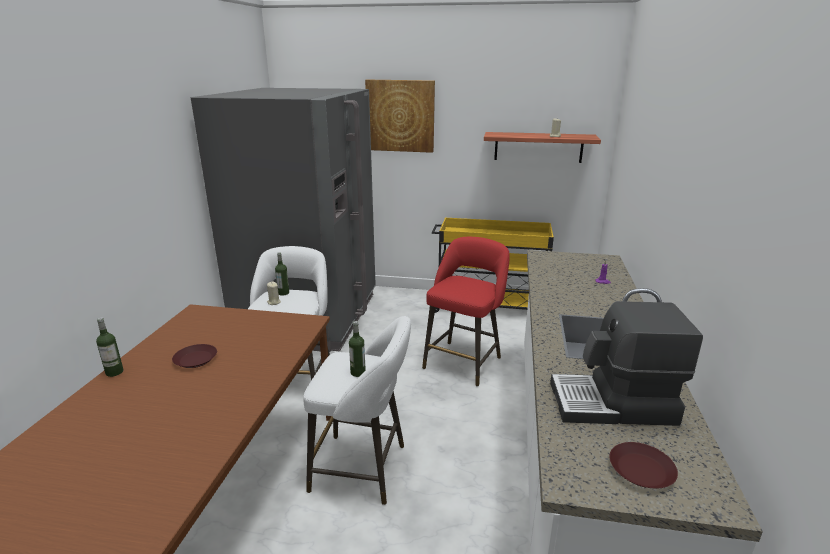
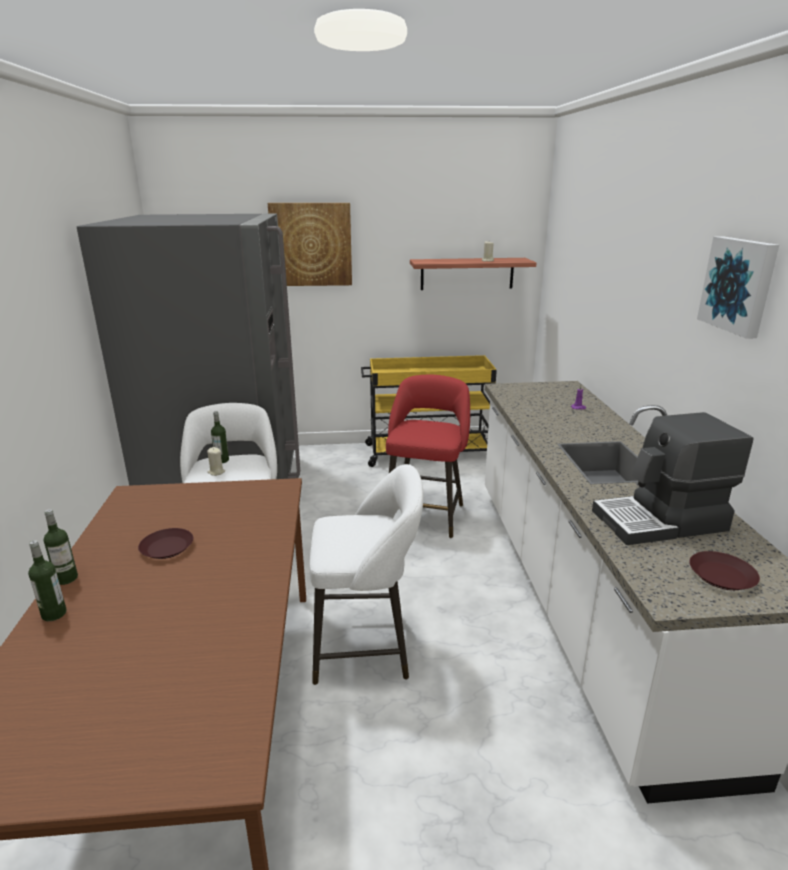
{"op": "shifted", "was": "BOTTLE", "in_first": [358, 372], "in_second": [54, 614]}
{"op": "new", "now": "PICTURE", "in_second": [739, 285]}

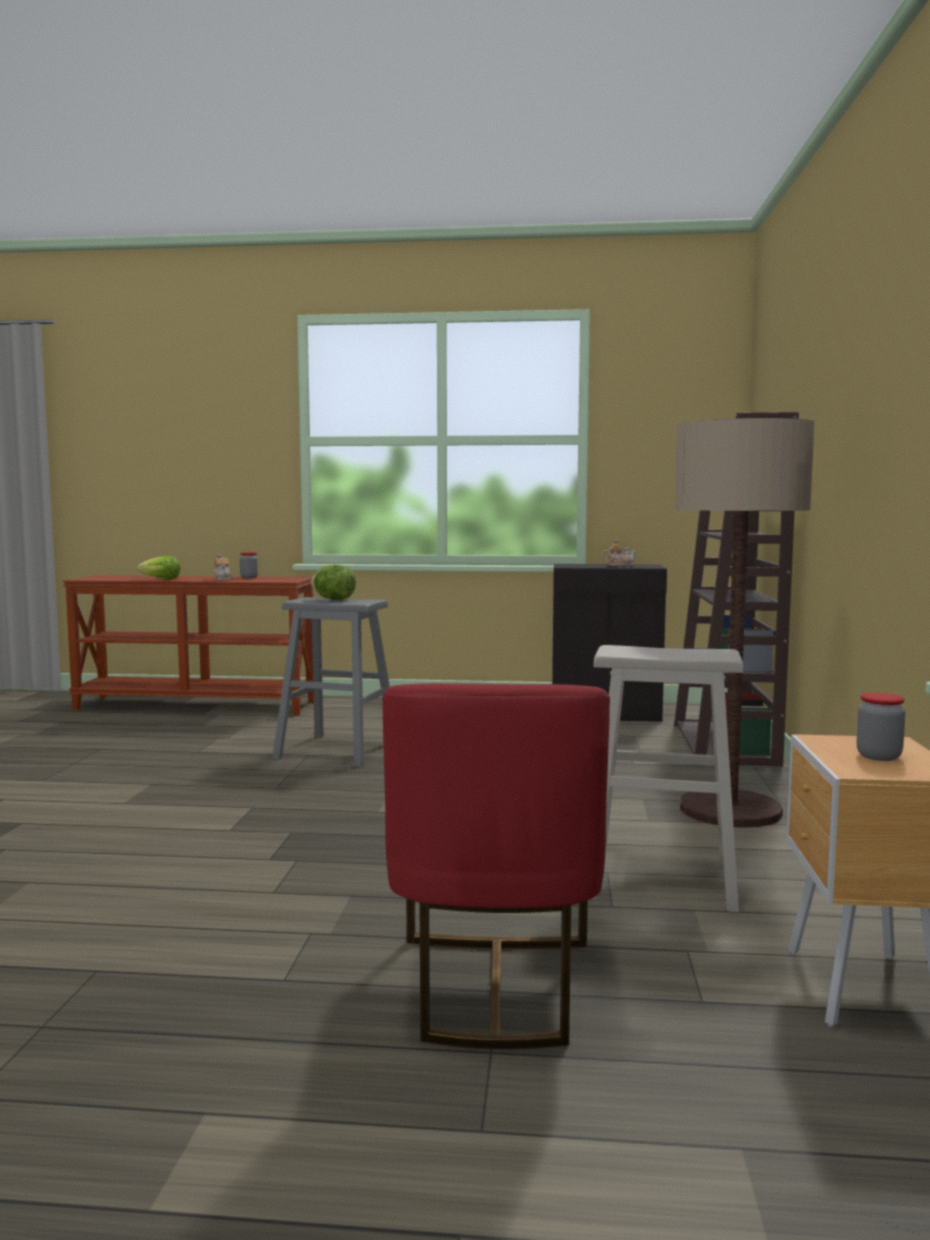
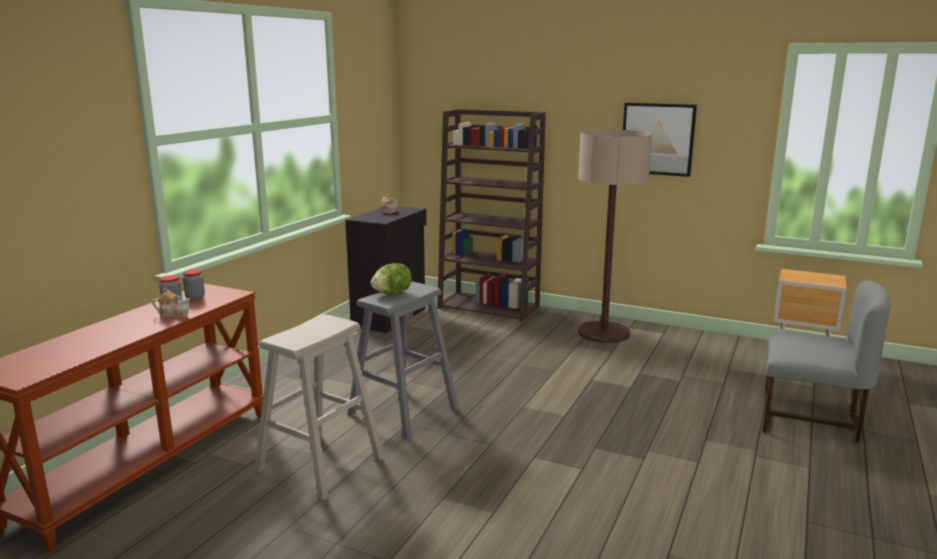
{"op": "gone", "was": "LETTUCE", "in_first": [160, 579]}
{"op": "shifted", "was": "BEIGE STOOL", "in_first": [662, 874], "in_second": [320, 464]}
{"op": "repainted", "was": "RED CHAIR", "now": "GREY CHAIR", "in_first": [494, 988], "in_second": [809, 421]}
{"op": "shifted", "was": "JAR", "in_first": [879, 756], "in_second": [195, 297]}
{"op": "new", "now": "PICTURE", "in_second": [657, 139]}

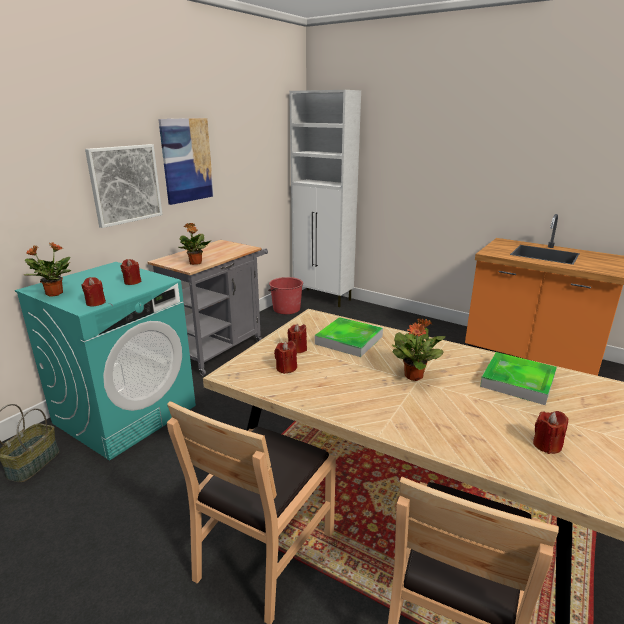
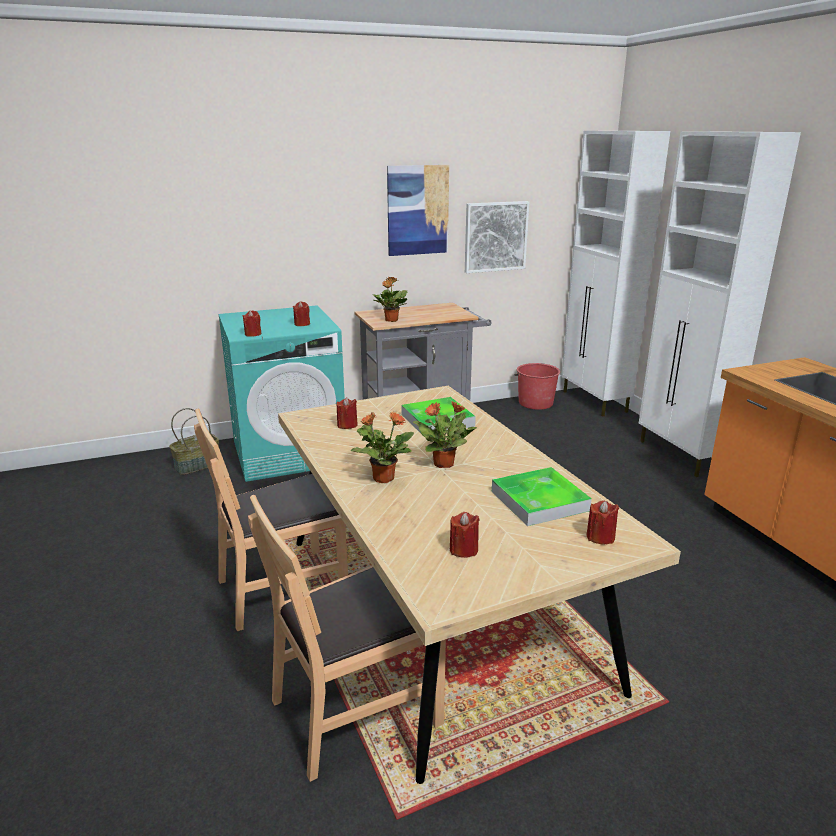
{"op": "shifted", "was": "PICTURE", "in_first": [125, 184], "in_second": [495, 236]}
{"op": "shifted", "was": "POTTED PLANT", "in_first": [54, 294], "in_second": [382, 478]}
{"op": "shifted", "was": "RED CANDLE", "in_first": [297, 349], "in_second": [600, 537]}
{"op": "new", "now": "WHITE CABINET", "in_second": [681, 456]}

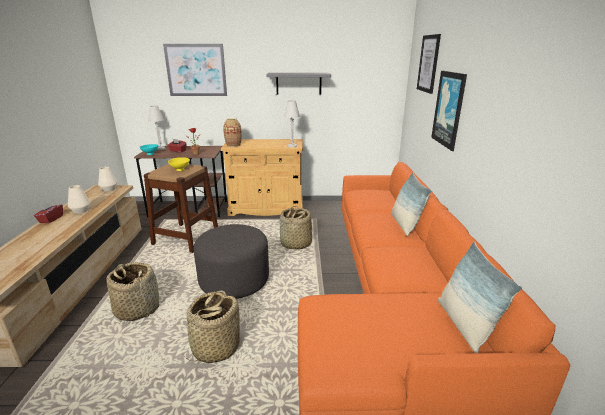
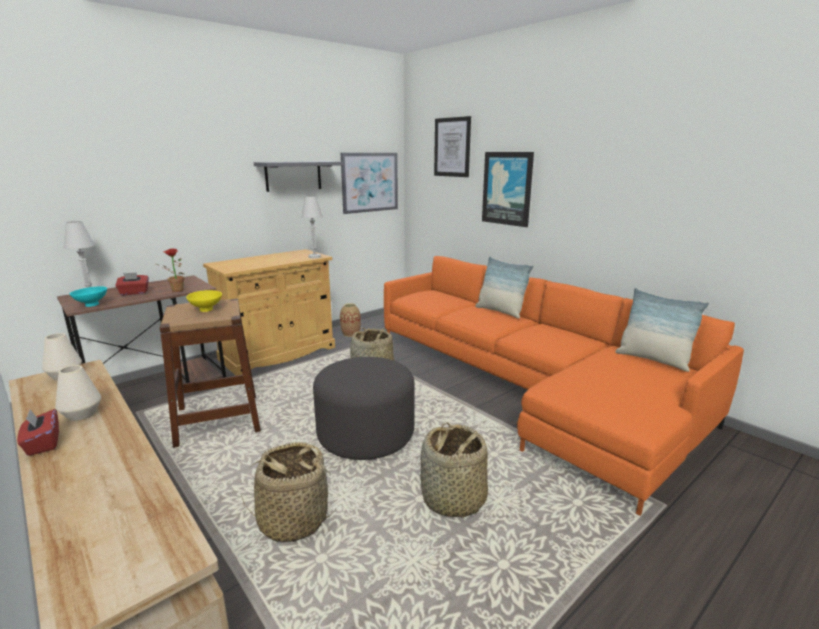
{"op": "shifted", "was": "PICTURE", "in_first": [196, 70], "in_second": [370, 182]}
{"op": "shifted", "was": "VASE", "in_first": [233, 145], "in_second": [350, 334]}

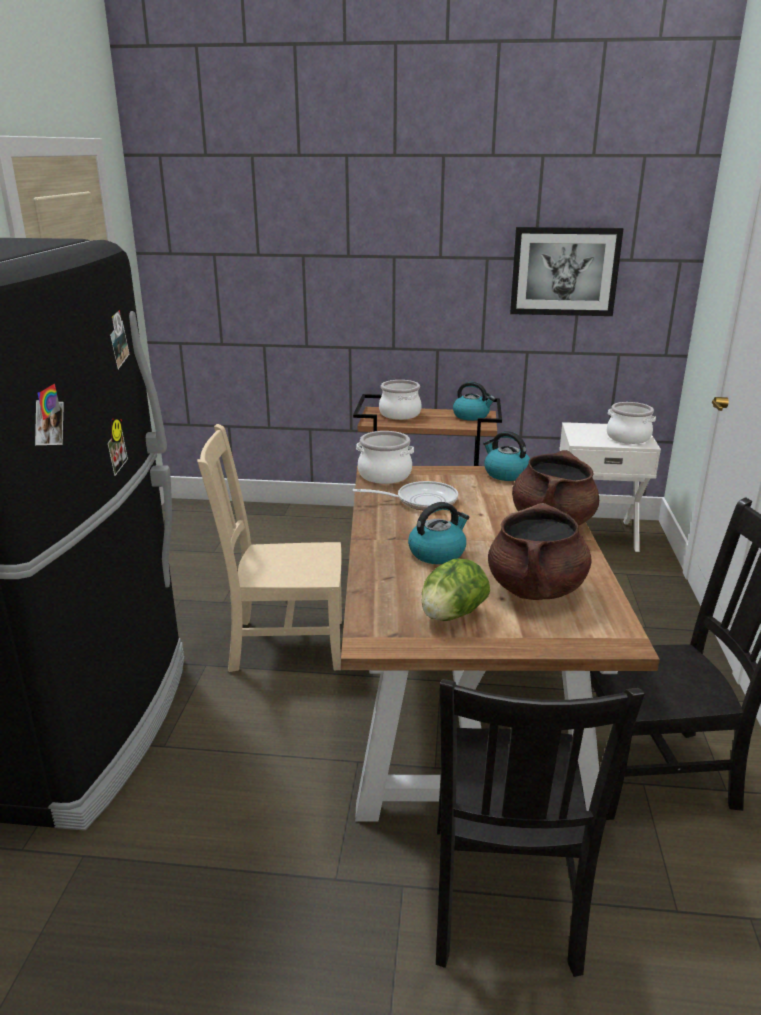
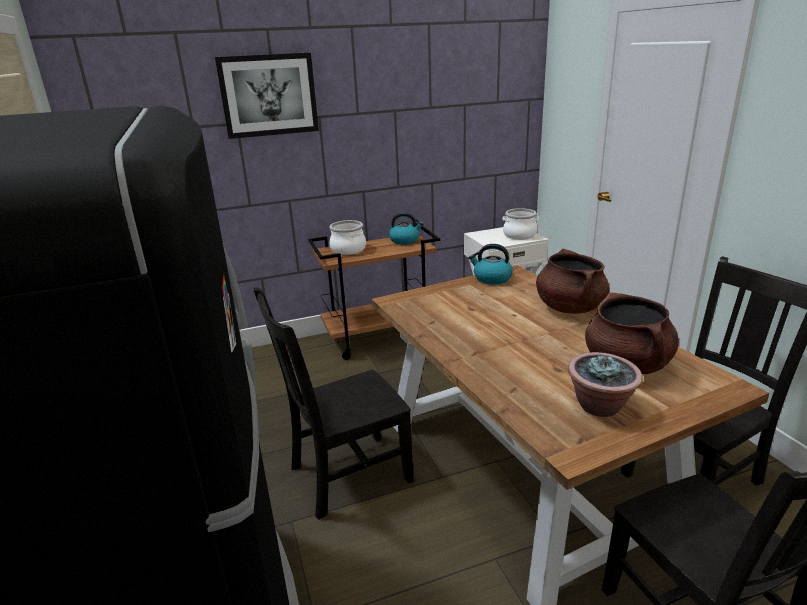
{"op": "shifted", "was": "PICTURE", "in_first": [564, 271], "in_second": [269, 95]}
{"op": "repainted", "was": "BEIGE CHAIR", "now": "BLACK CHAIR", "in_first": [283, 644], "in_second": [346, 475]}
{"op": "gone", "was": "COOKING POT", "in_first": [385, 475]}
{"op": "gone", "was": "FRYING PAN", "in_first": [421, 501]}
{"op": "gone", "was": "KETTLE", "in_first": [437, 553]}
{"op": "swapped", "was": "LETTUCE", "now": "POTTED PLANT", "in_first": [452, 615], "in_second": [600, 406]}

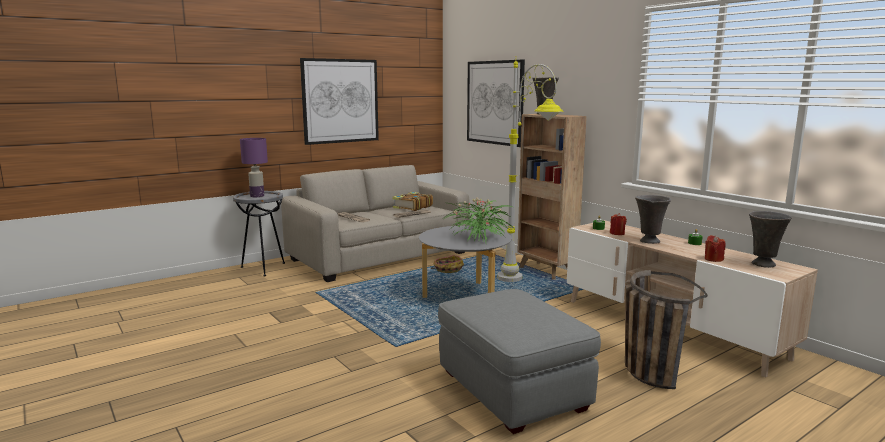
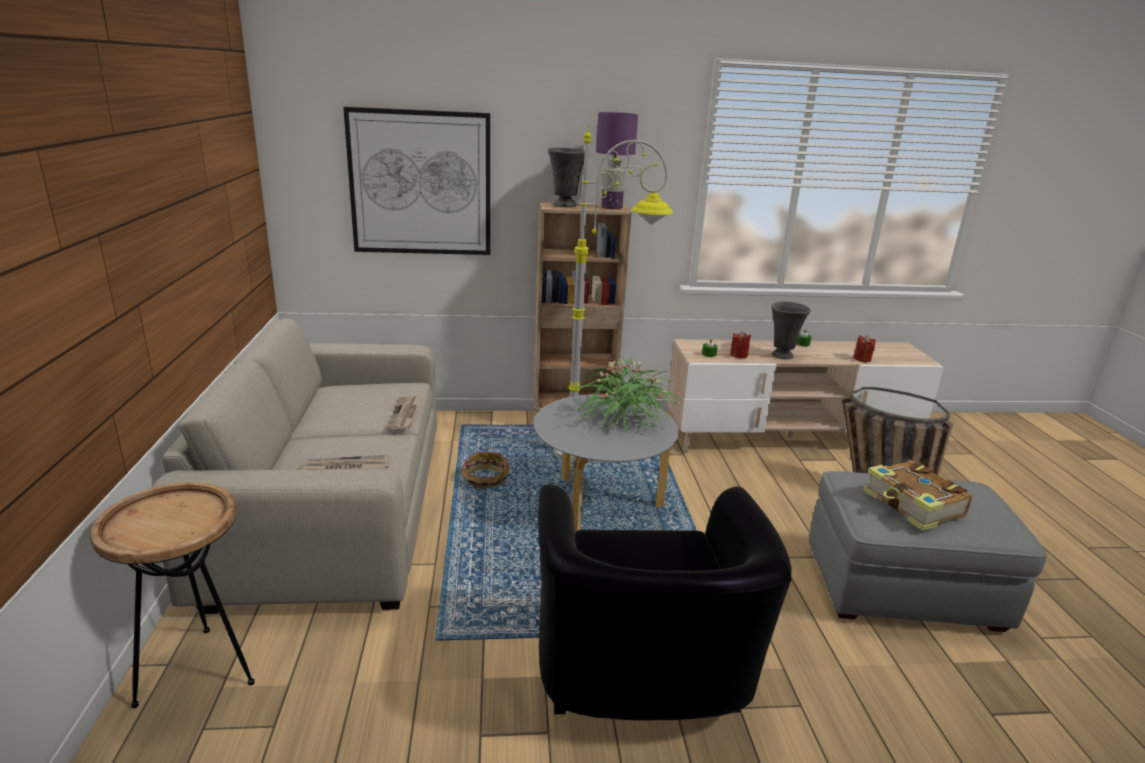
{"op": "gone", "was": "PICTURE", "in_first": [340, 101]}
{"op": "shifted", "was": "PURPLE TABLE LAMP", "in_first": [257, 196], "in_second": [611, 207]}
{"op": "repainted", "was": "GREY SIDE TABLE", "now": "BROWN SIDE TABLE", "in_first": [263, 268], "in_second": [198, 671]}
{"op": "shifted", "was": "BOOK", "in_first": [412, 207], "in_second": [913, 506]}
{"op": "gone", "was": "GREY VASE", "in_first": [763, 265]}
{"op": "new", "now": "BLACK ARMCHAIR", "in_second": [641, 682]}

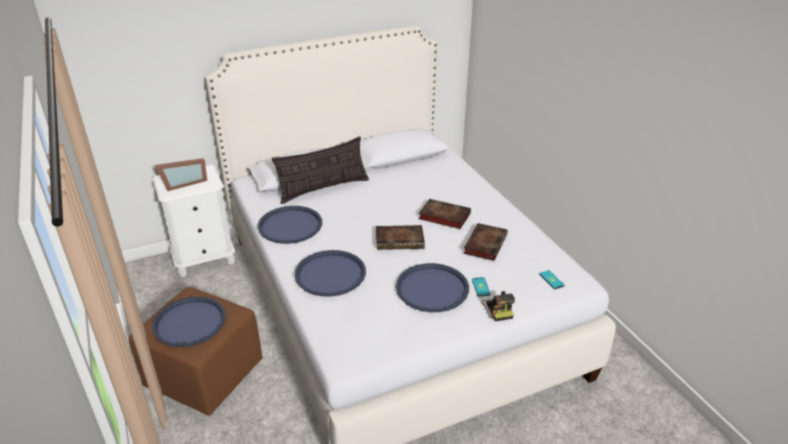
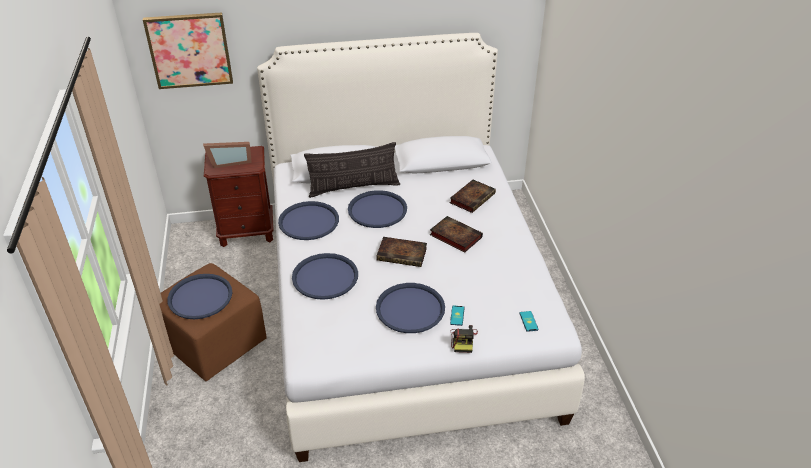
{"op": "repainted", "was": "WHITE NIGHTSTAND", "now": "BROWN NIGHTSTAND", "in_first": [204, 259], "in_second": [247, 232]}
{"op": "shifted", "was": "BOOK", "in_first": [485, 243], "in_second": [472, 198]}
{"op": "new", "now": "PICTURE", "in_second": [189, 50]}
{"op": "new", "now": "BLUE TRAY", "in_second": [377, 210]}

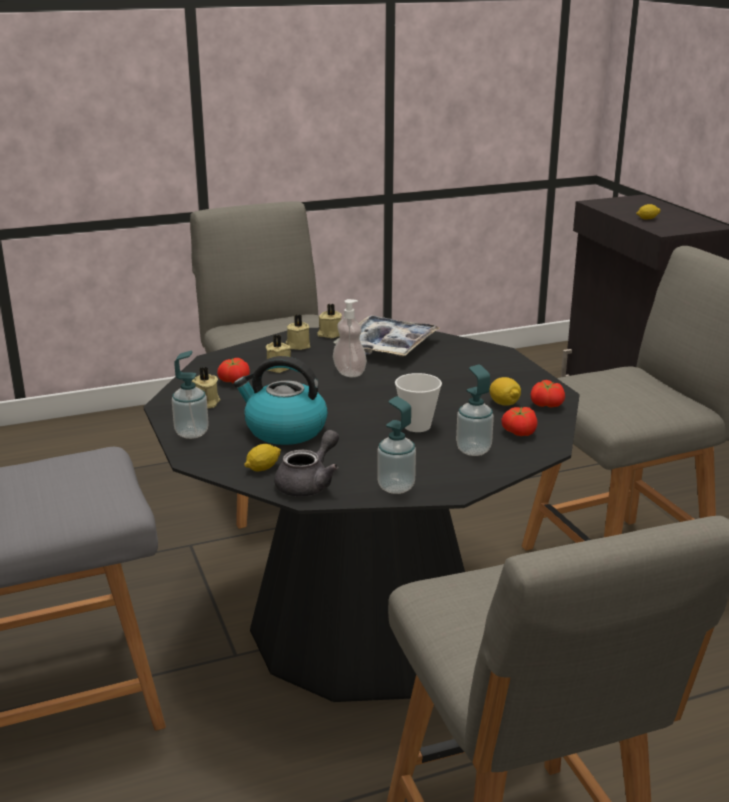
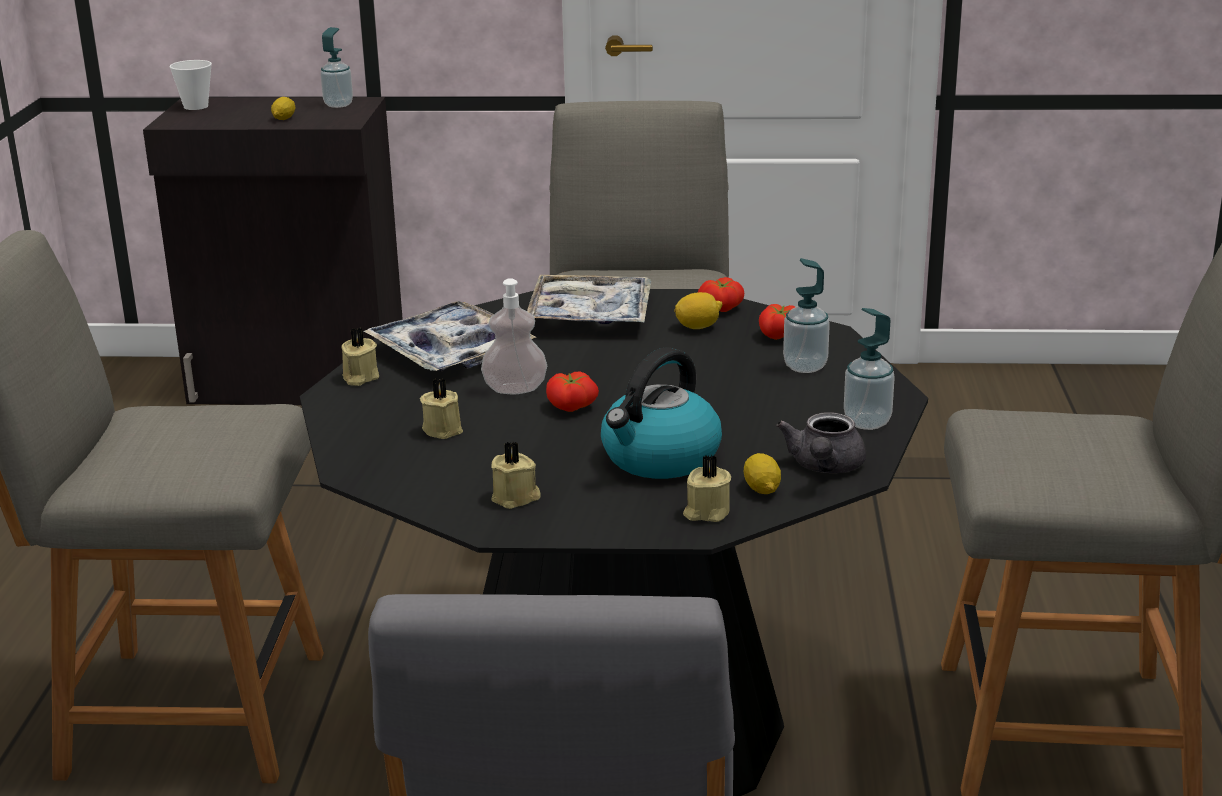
{"op": "shifted", "was": "BEIGE CANDLE", "in_first": [298, 345], "in_second": [706, 512]}
{"op": "shifted", "was": "SOAP DISPENSER", "in_first": [192, 433], "in_second": [338, 105]}
{"op": "shifted", "was": "TOMATO", "in_first": [234, 381], "in_second": [571, 407]}
{"op": "shifted", "was": "CUP", "in_first": [417, 426], "in_second": [196, 107]}
{"op": "rotated", "was": "GREY TEAPOT", "in_first": [309, 483], "in_second": [824, 467], "clockwise": -135}
{"op": "new", "now": "TRAY", "in_second": [590, 315]}

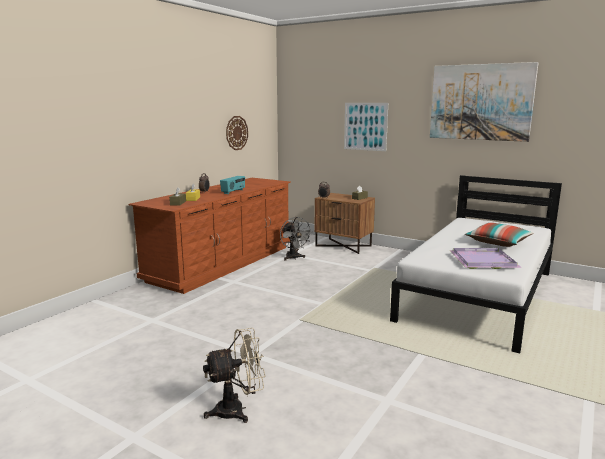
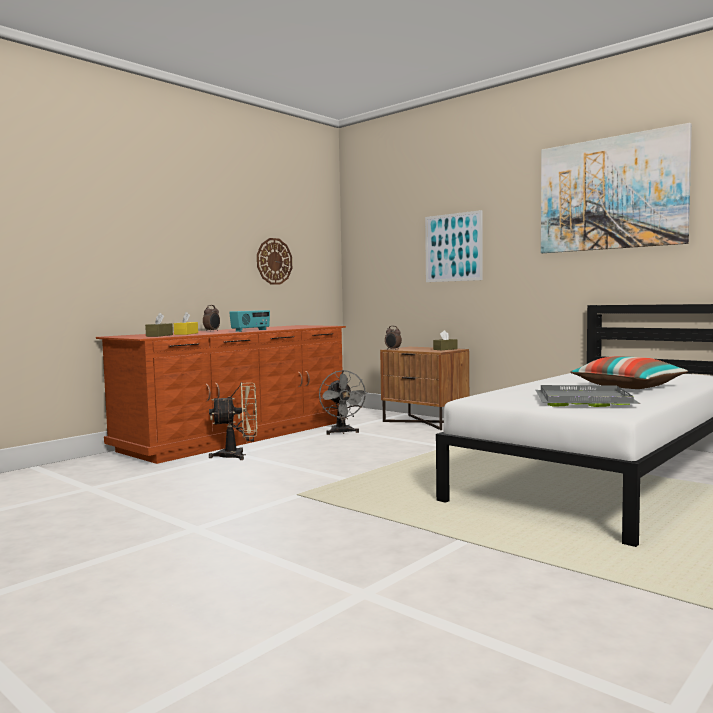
{"op": "repainted", "was": "PURPLE TRAY", "now": "GREY TRAY", "in_first": [484, 260], "in_second": [585, 400]}
{"op": "shifted", "was": "BEIGE FAN", "in_first": [237, 410], "in_second": [238, 455]}

